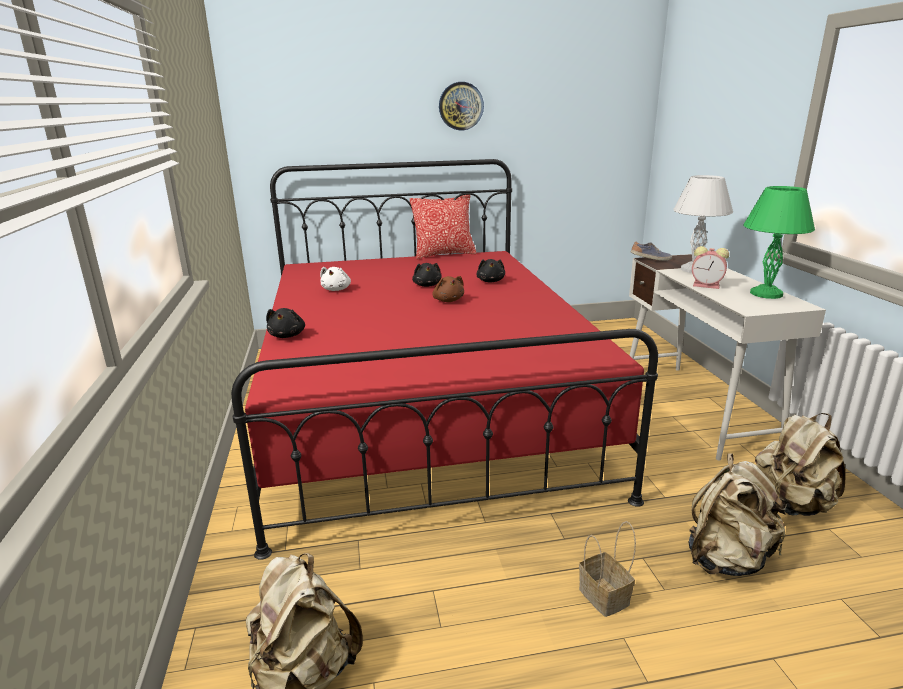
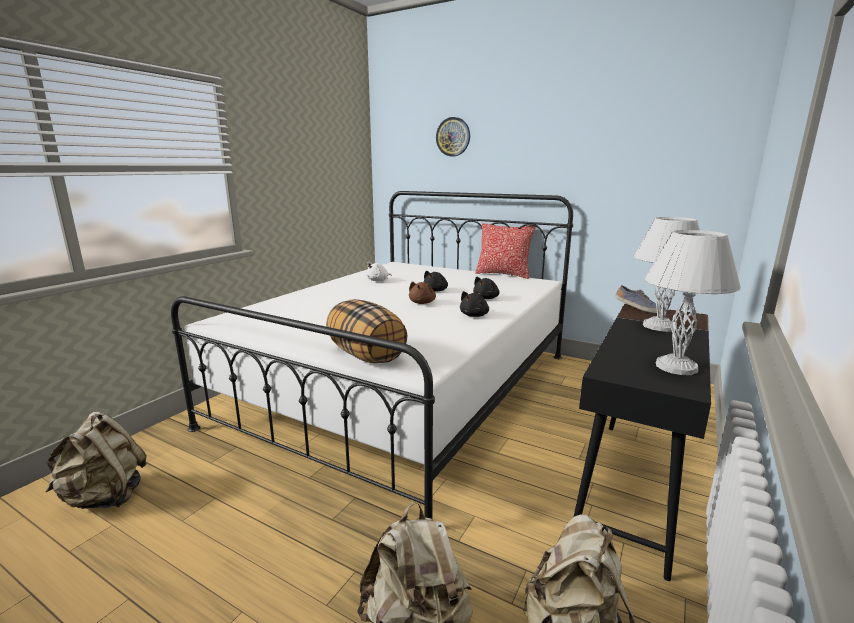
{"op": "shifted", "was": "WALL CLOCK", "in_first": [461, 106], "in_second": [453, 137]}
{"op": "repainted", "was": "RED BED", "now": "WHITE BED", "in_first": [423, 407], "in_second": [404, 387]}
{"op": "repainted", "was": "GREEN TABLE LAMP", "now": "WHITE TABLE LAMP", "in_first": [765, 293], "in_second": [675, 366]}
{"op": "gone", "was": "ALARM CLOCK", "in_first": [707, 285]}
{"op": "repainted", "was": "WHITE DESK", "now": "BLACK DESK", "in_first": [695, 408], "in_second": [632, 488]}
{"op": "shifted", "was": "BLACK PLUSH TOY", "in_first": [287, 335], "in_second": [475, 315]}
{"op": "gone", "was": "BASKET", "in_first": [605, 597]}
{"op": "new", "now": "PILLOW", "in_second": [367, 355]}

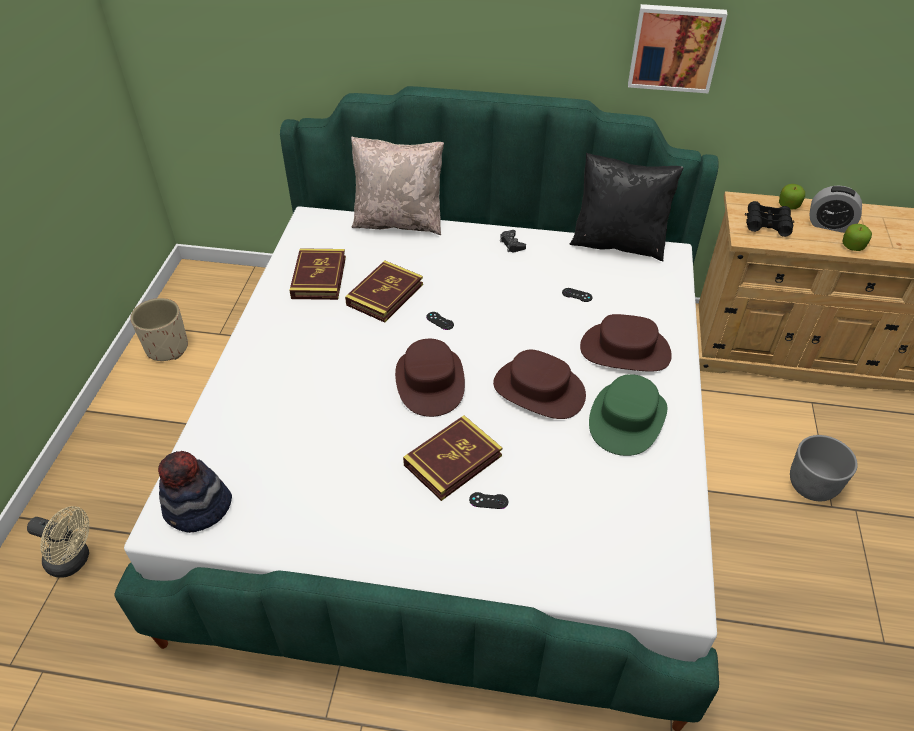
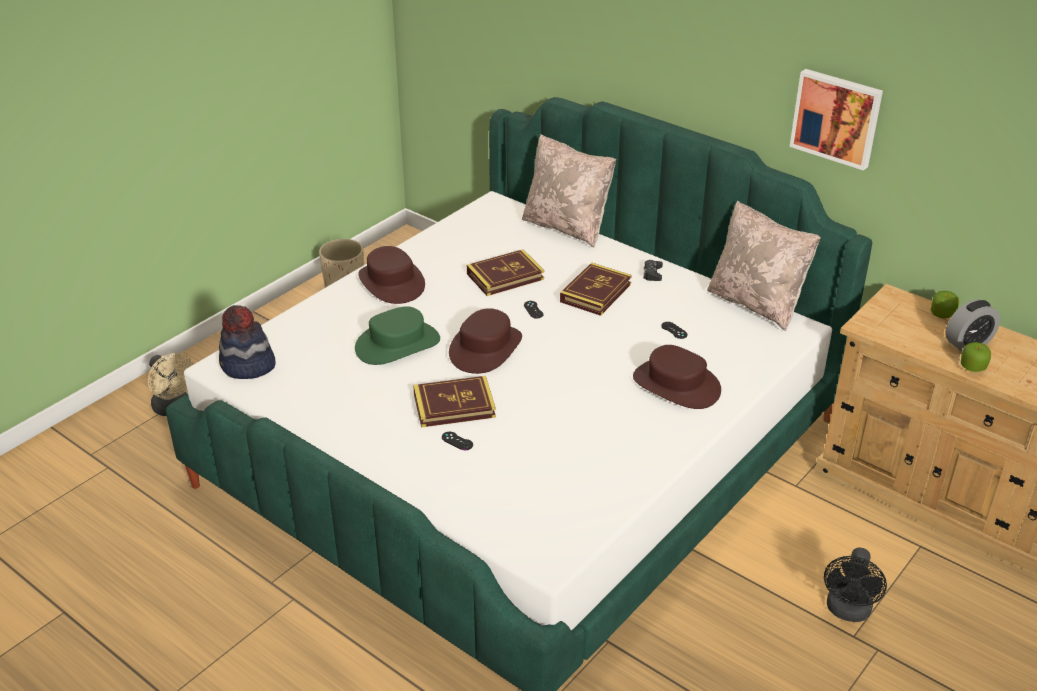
{"op": "repainted", "was": "BLACK PILLOW", "now": "BEIGE PILLOW", "in_first": [618, 243], "in_second": [756, 303]}
{"op": "rotated", "was": "ALARM CLOCK", "in_first": [829, 225], "in_second": [968, 342], "clockwise": -75}
{"op": "gone", "was": "BLACK BINOCULARS", "in_first": [767, 224]}
{"op": "shifted", "was": "BOOK", "in_first": [319, 277], "in_second": [595, 293]}
{"op": "shifted", "was": "BROWN HAT", "in_first": [538, 390], "in_second": [391, 282]}
{"op": "shifted", "was": "GREEN HAT", "in_first": [626, 418], "in_second": [397, 344]}
{"op": "swapped", "was": "GREY PLANTER", "now": "BLACK FAN", "in_first": [811, 486], "in_second": [847, 611]}

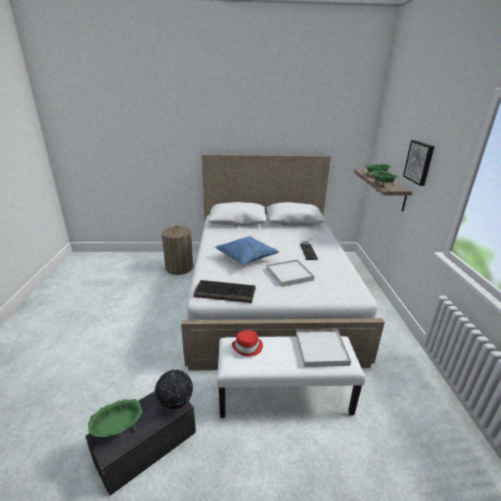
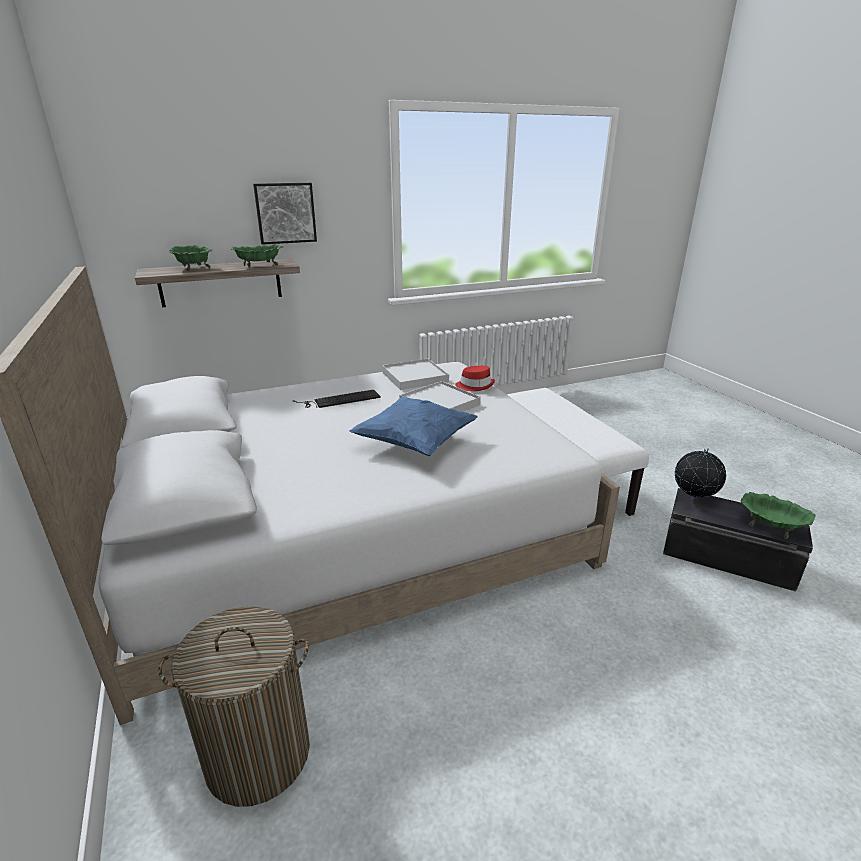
{"op": "gone", "was": "KEYBOARD", "in_first": [226, 292]}
{"op": "shifted", "was": "RED HAT", "in_first": [248, 347], "in_second": [475, 386]}
{"op": "shifted", "was": "WHITE TRAY", "in_first": [321, 349], "in_second": [415, 377]}

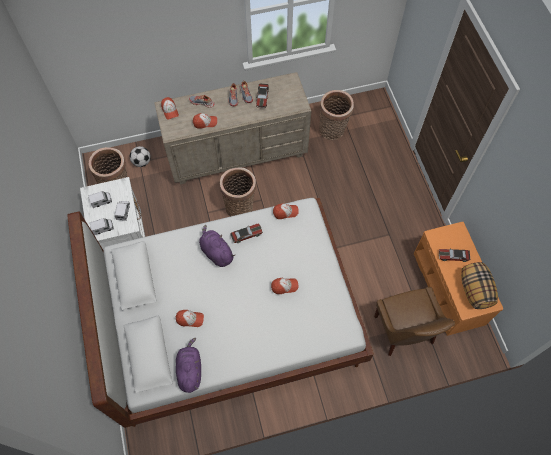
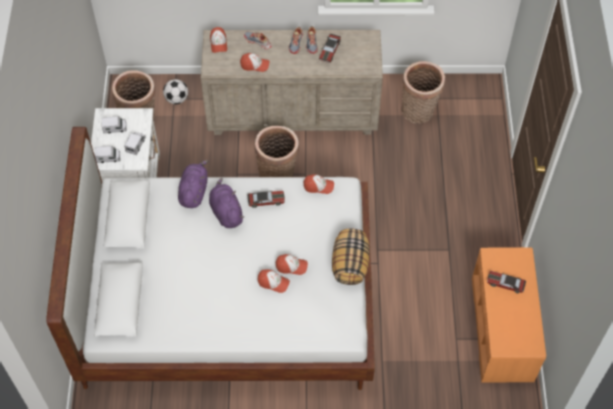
{"op": "shifted", "was": "PILLOW", "in_first": [474, 290], "in_second": [349, 264]}
{"op": "gone", "was": "BROWN CHAIR", "in_first": [404, 332]}
{"op": "shifted", "was": "CAP", "in_first": [190, 319], "in_second": [273, 282]}
{"op": "shifted", "was": "PURPLE PLUSH TOY", "in_first": [190, 370], "in_second": [194, 191]}

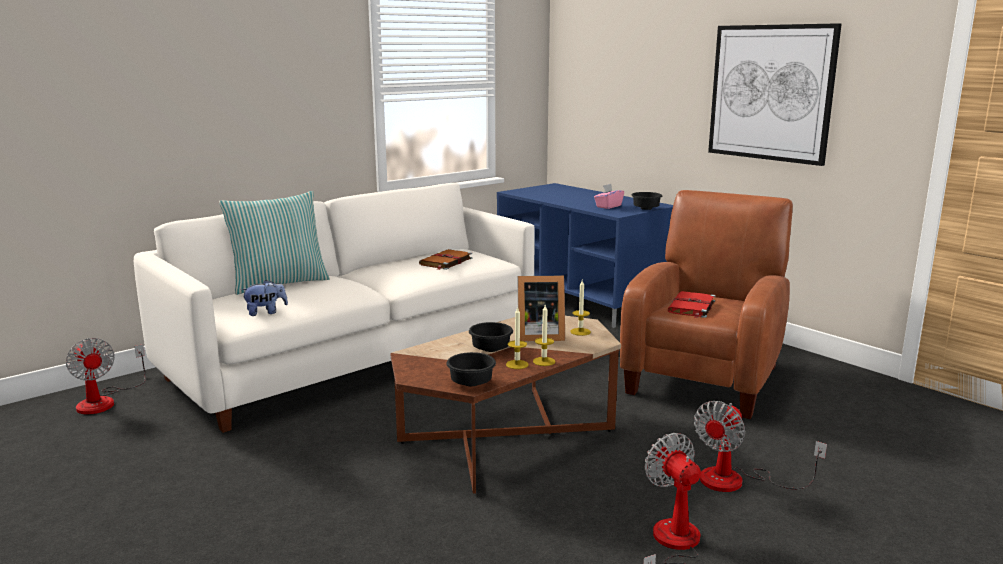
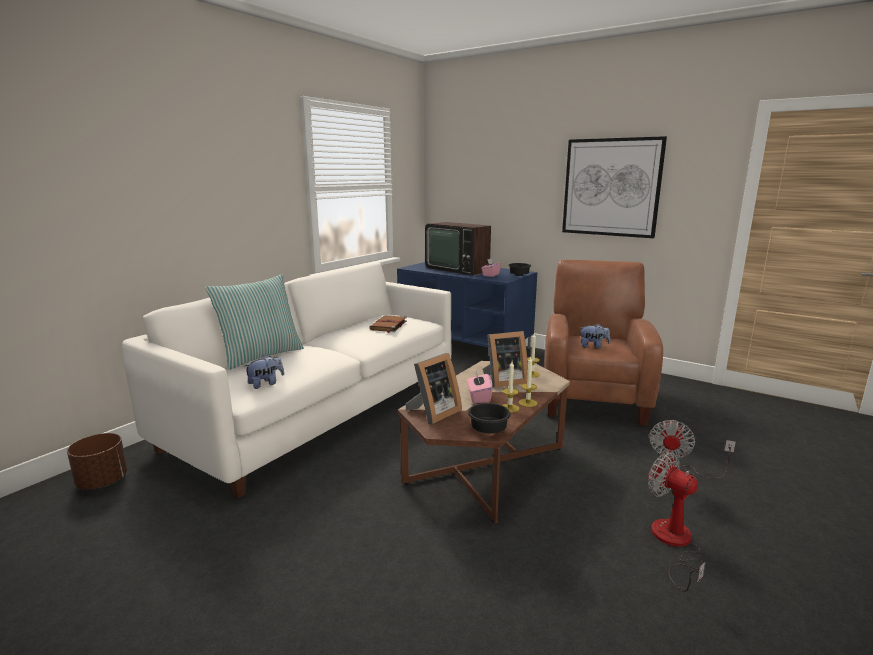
{"op": "swapped", "was": "RED BOOK", "now": "PLUSH TOY", "in_first": [691, 307], "in_second": [593, 346]}
{"op": "swapped", "was": "BLACK BOWL", "now": "PINK TISSUE BOX", "in_first": [492, 350], "in_second": [479, 397]}
{"op": "swapped", "was": "FAN", "now": "BROWN PLANTER", "in_first": [104, 400], "in_second": [103, 482]}
{"op": "new", "now": "TELEVISION", "in_second": [458, 269]}
{"op": "new", "now": "PICTURE FRAME", "in_second": [433, 413]}

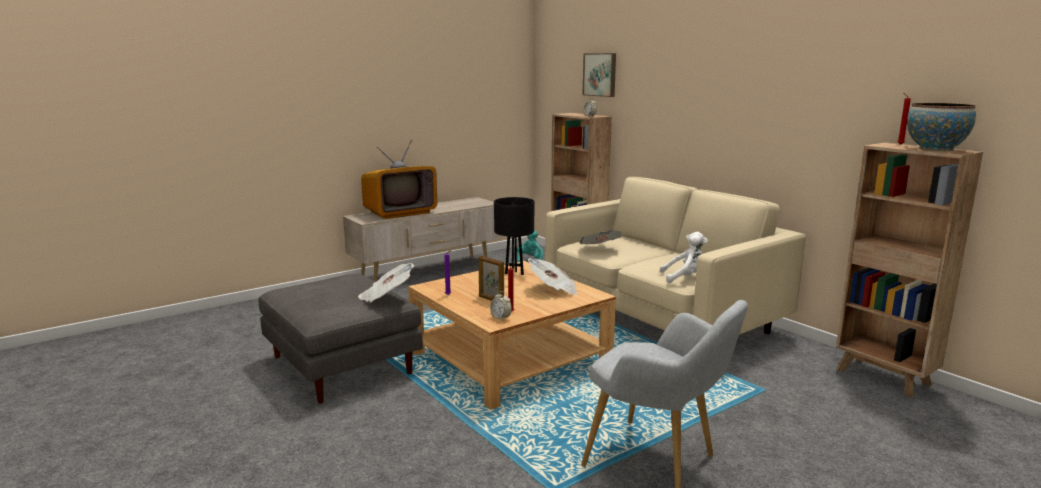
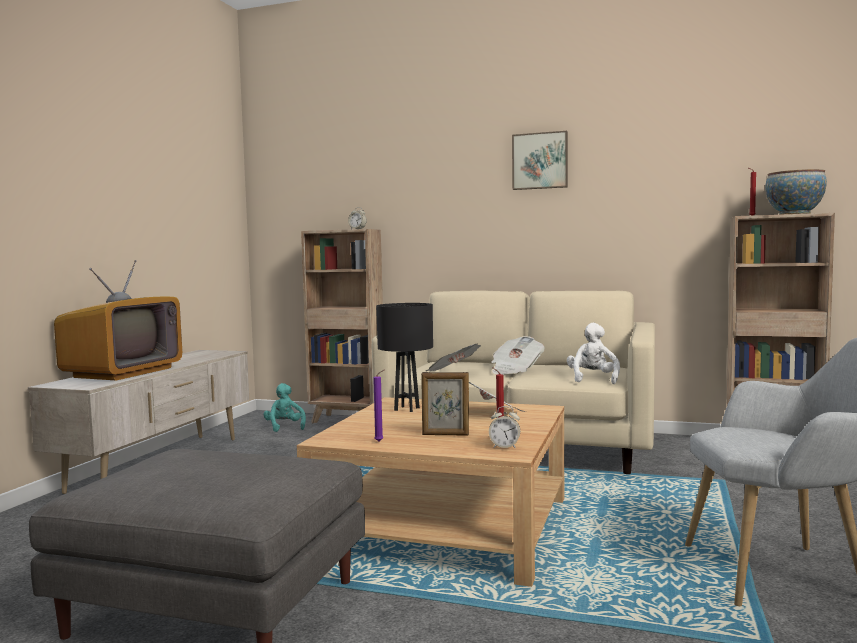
{"op": "shifted", "was": "PICTURE", "in_first": [600, 74], "in_second": [540, 161]}
{"op": "rotated", "was": "WHITE PLUSH TOY", "in_first": [685, 278], "in_second": [592, 379], "clockwise": -45}
{"op": "shifted", "was": "NEWSPAPER", "in_first": [386, 297], "in_second": [515, 371]}

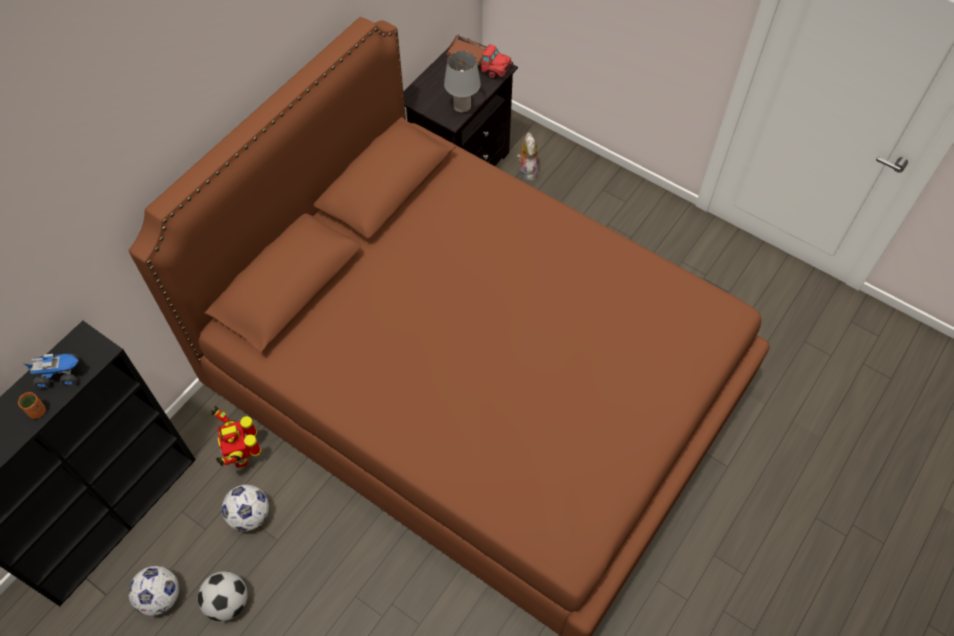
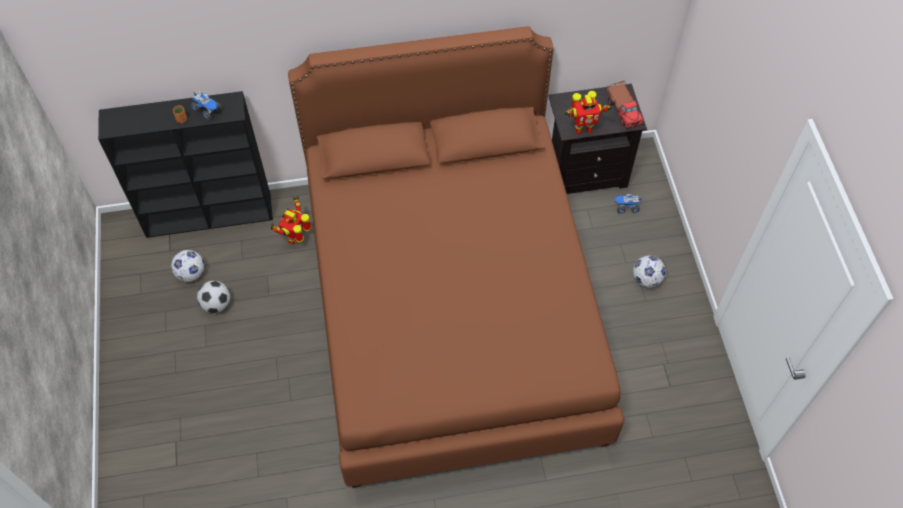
{"op": "swapped", "was": "GREY TABLE LAMP", "now": "TOY ROBOT", "in_first": [462, 107], "in_second": [582, 129]}
{"op": "swapped", "was": "PLUSH TOY", "now": "TOY TRUCK", "in_first": [526, 170], "in_second": [626, 207]}
{"op": "shifted", "was": "FOOTBALL", "in_first": [250, 515], "in_second": [646, 279]}

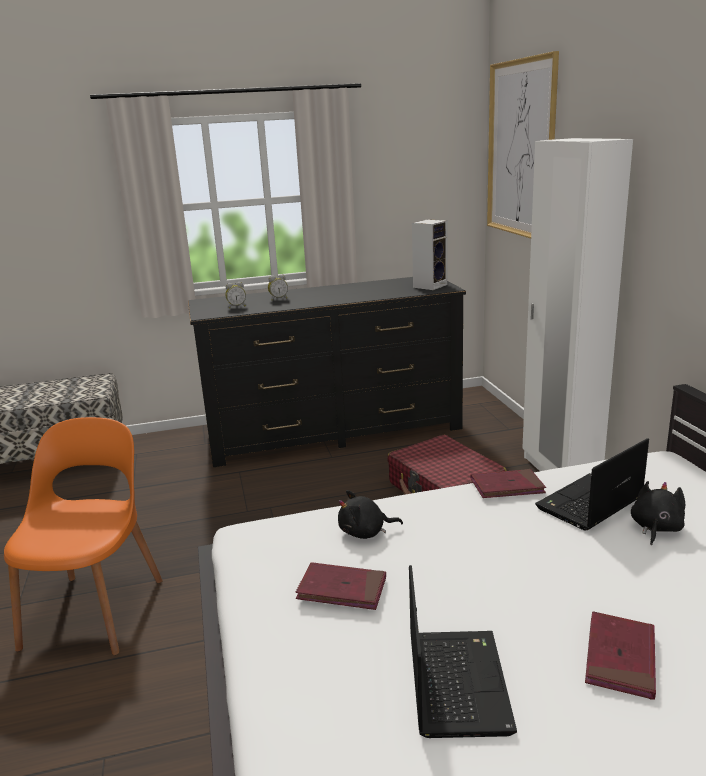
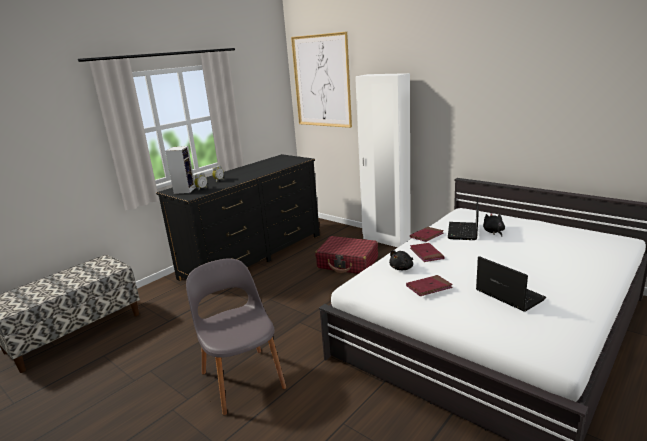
{"op": "shifted", "was": "SPEAKER", "in_first": [430, 285], "in_second": [184, 190]}
{"op": "repainted", "was": "ORANGE CHAIR", "now": "GREY CHAIR", "in_first": [96, 610], "in_second": [242, 378]}
{"op": "shifted", "was": "RED BOOK", "in_first": [620, 658], "in_second": [426, 254]}

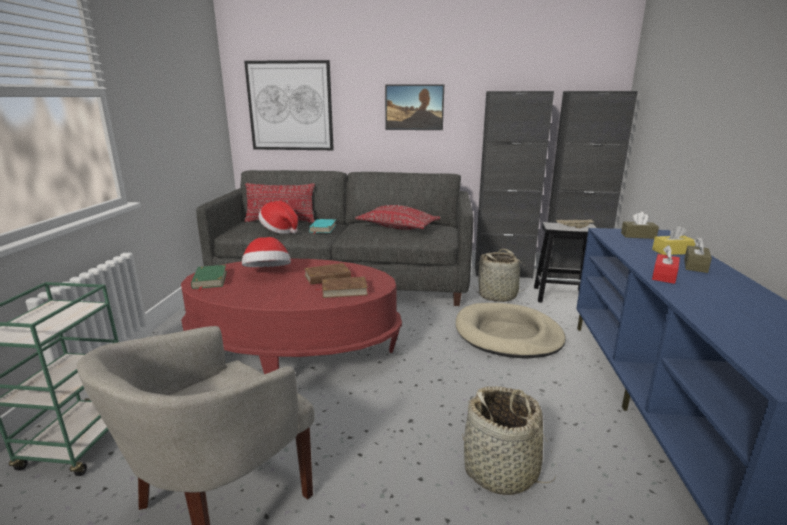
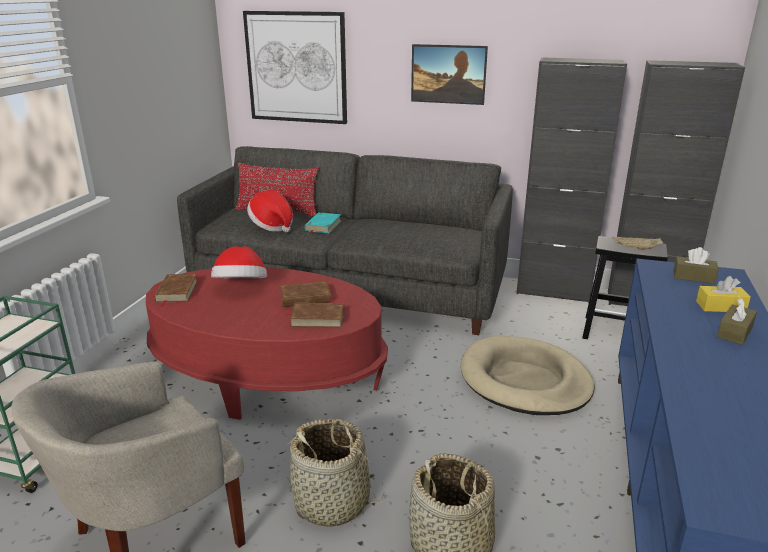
{"op": "gone", "was": "RED PILLOW", "in_first": [397, 227]}
{"op": "gone", "was": "RED TISSUE BOX", "in_first": [664, 275]}
{"op": "shifted", "was": "BASKET", "in_first": [498, 295], "in_second": [332, 502]}
{"op": "repainted", "was": "GREEN BOOK", "now": "BROWN BOOK", "in_first": [209, 280], "in_second": [176, 291]}

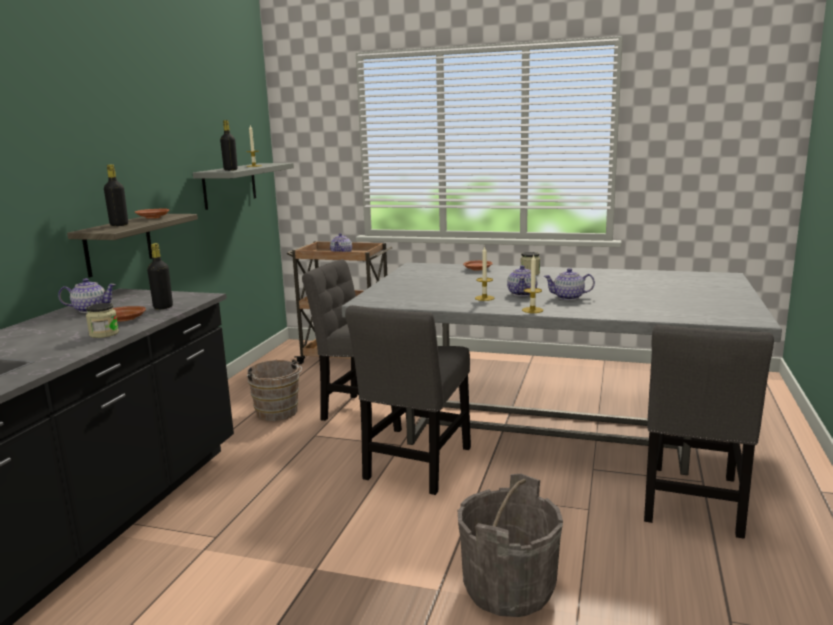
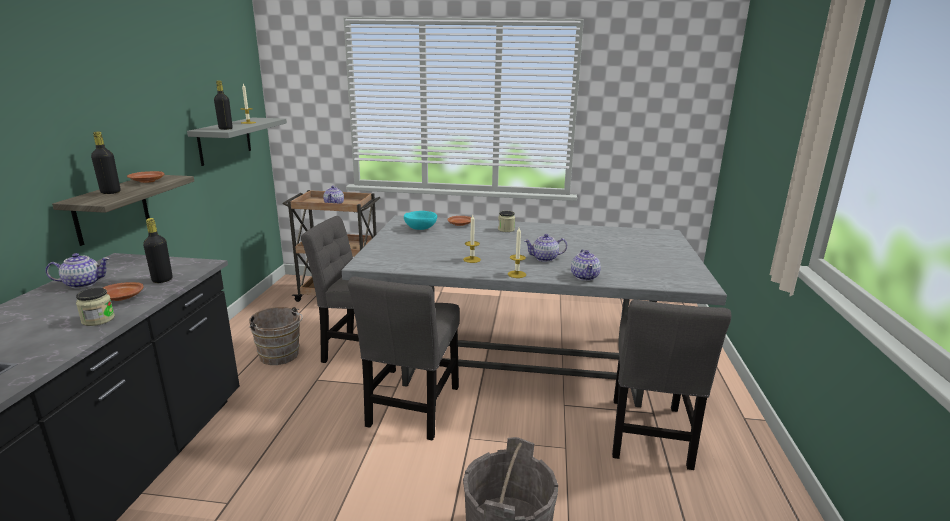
{"op": "shifted", "was": "TEAPOT", "in_first": [522, 293], "in_second": [585, 277]}
{"op": "new", "now": "TURQUOISE BOWL", "in_second": [421, 228]}

